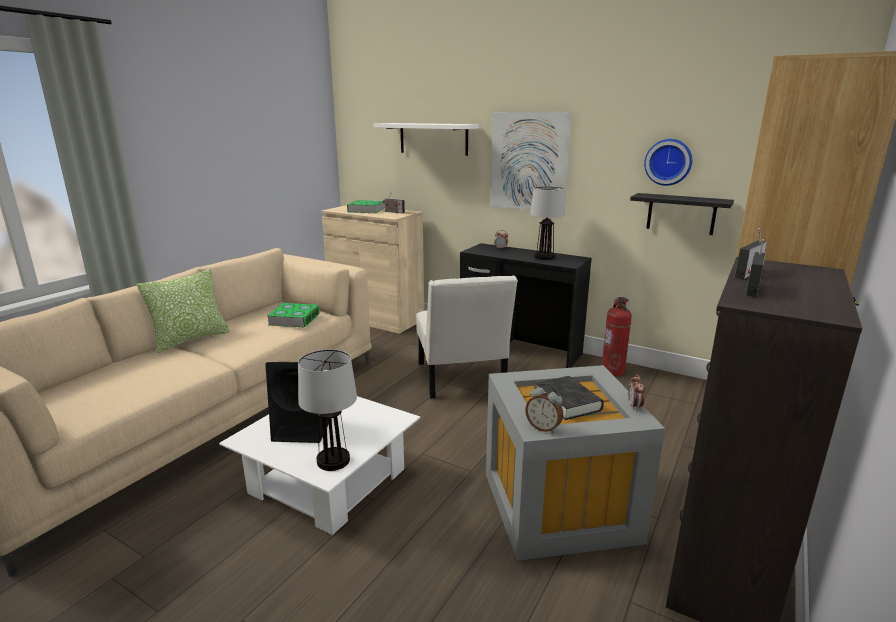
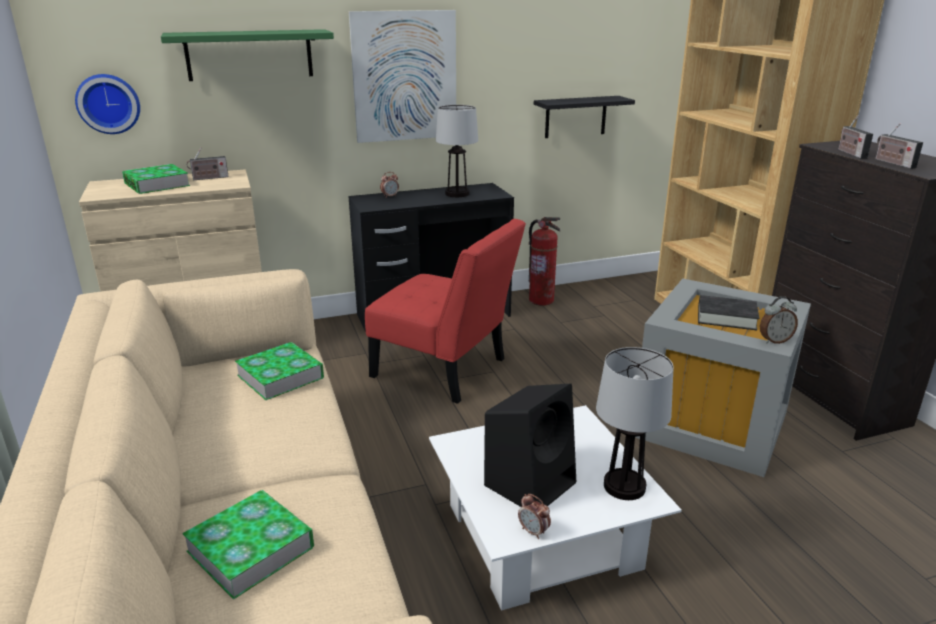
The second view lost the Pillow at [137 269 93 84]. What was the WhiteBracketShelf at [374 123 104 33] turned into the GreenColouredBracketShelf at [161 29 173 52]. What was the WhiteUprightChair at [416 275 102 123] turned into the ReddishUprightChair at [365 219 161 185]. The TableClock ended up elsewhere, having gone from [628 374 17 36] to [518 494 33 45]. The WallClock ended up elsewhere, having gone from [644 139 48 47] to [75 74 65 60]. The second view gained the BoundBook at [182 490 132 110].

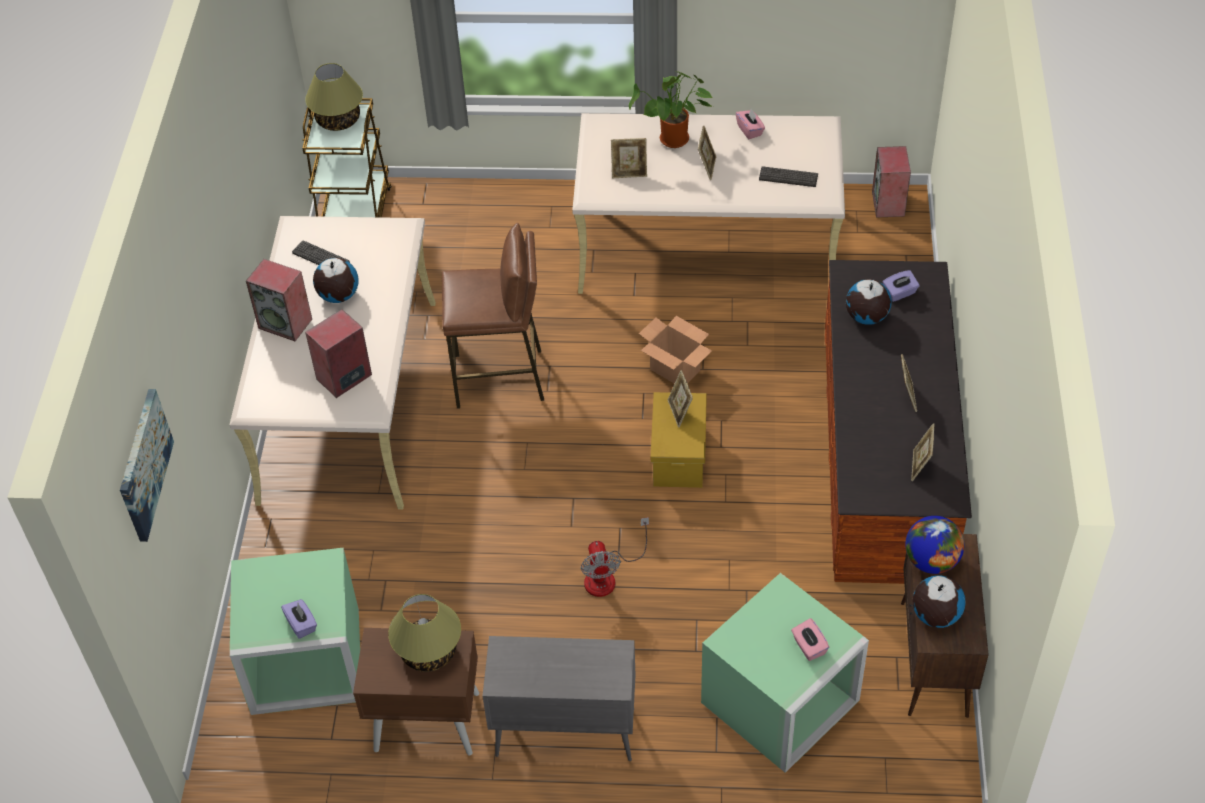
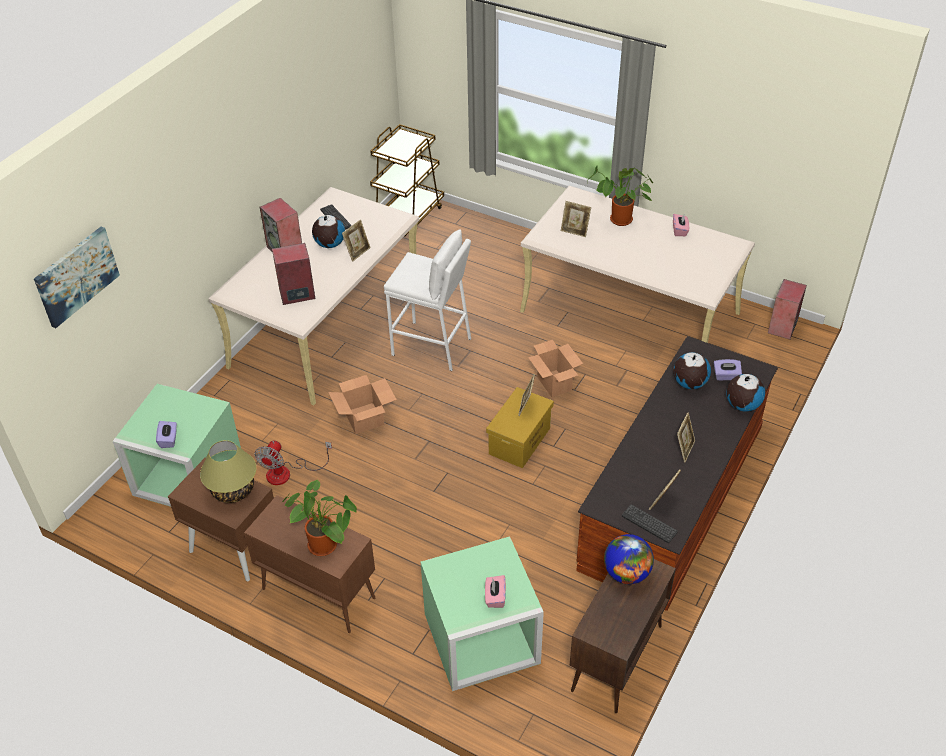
The second view lost the LampForATable at [305 63 58 68]. What was the BrownStool at [442 223 102 186] turned into the WhiteStool at [384 229 87 142]. What was the GreyishCabinet at [482 636 154 125] turned into the BrownCabinet at [244 495 131 138]. The CoolingFan ended up elsewhere, having gone from [581 517 68 80] to [255 440 77 45]. The PhotoFrame ended up elsewhere, having gone from [698 126 18 54] to [342 220 29 42]. The Keyboard ended up elsewhere, having gone from [759 166 59 21] to [622 504 56 39]. The DeskGlobe ended up elsewhere, having gone from [913 575 53 53] to [726 374 39 38]. The second view gained the PlantInAPot at [282 479 75 77]. The second view gained the Carton at [328 375 69 59].

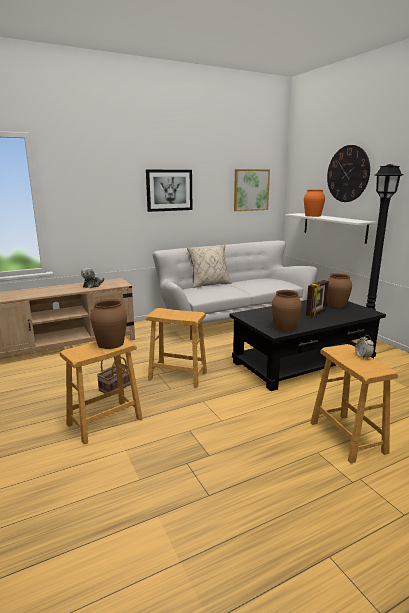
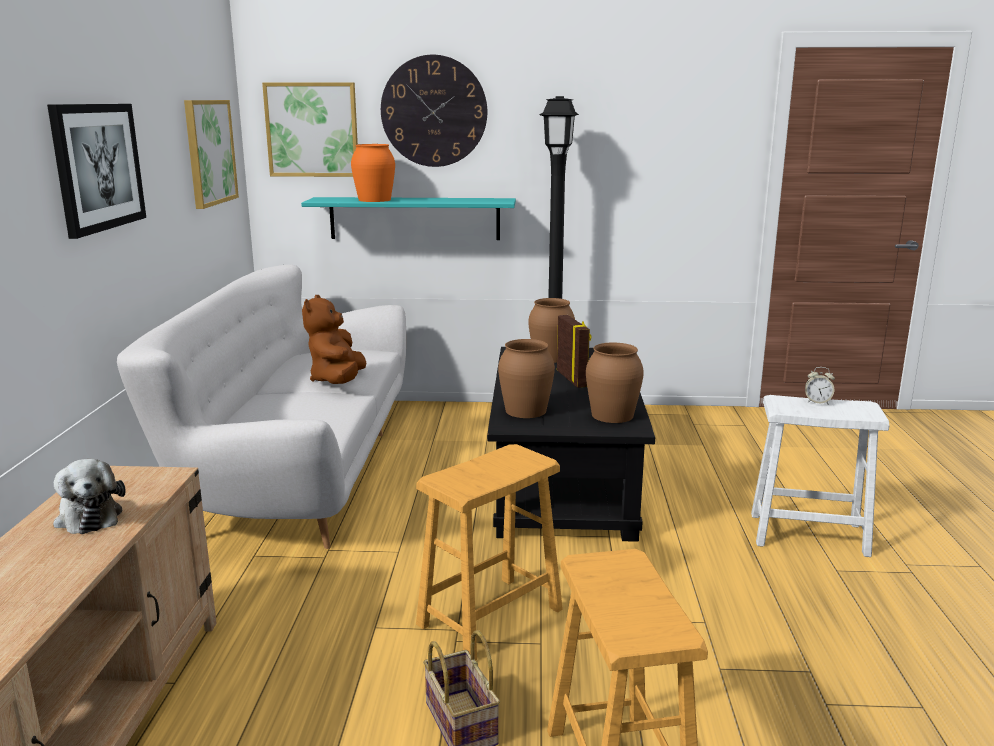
The BrownDecorativeVase ended up elsewhere, having gone from [90 299 37 50] to [498 339 57 79]. The second view lost the BeigeColouredPillow at [187 244 45 44]. What was the WhiteBracketShelf at [285 213 91 31] turned into the TurquoiseColouredBracketShelf at [301 197 215 43]. What was the BrownStool at [310 344 88 120] turned into the WhiteStool at [751 395 138 162]. The second view gained the WallPicture at [262 82 96 95]. The second view gained the BrownCuddlyToy at [302 295 64 89].

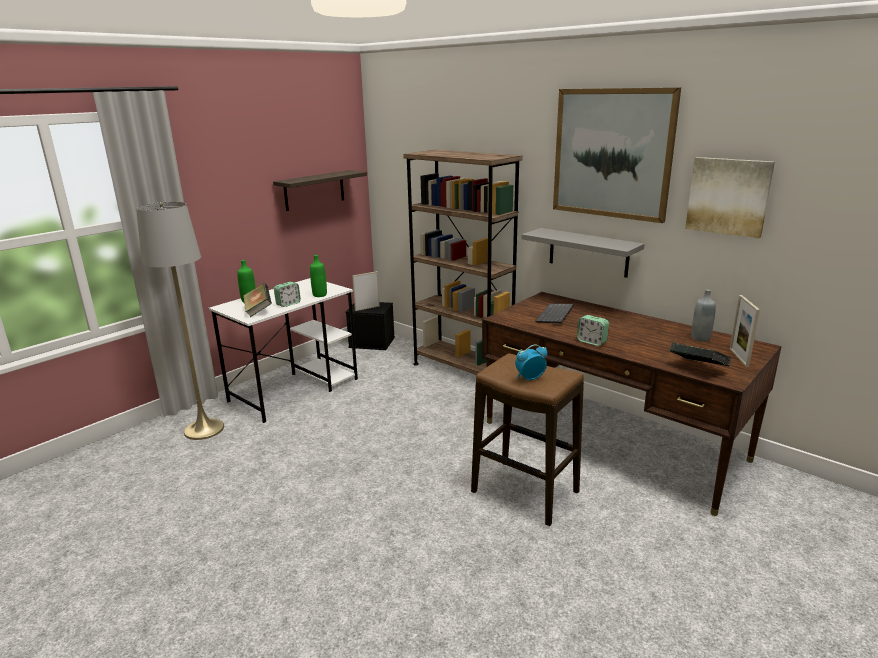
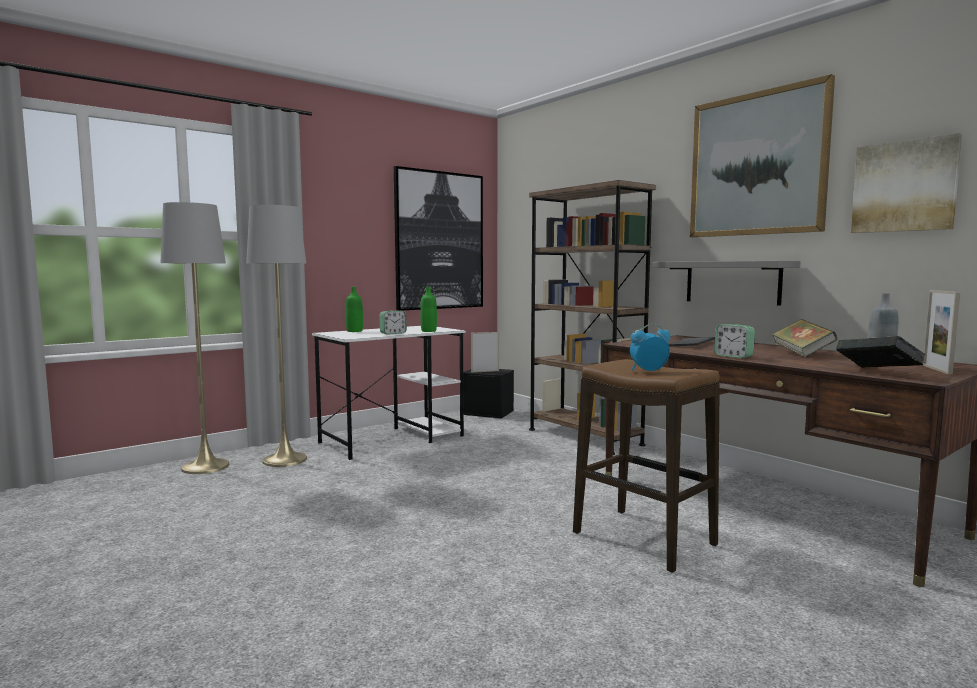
The BoundBook ended up elsewhere, having gone from [243 283 29 34] to [772 319 65 38]. Where the BracketShelf hung at [273 170 94 41], the WallPicture came to hang at [394 166 89 145]. The second view gained the GreyishStandingLamp at [160 202 69 272].

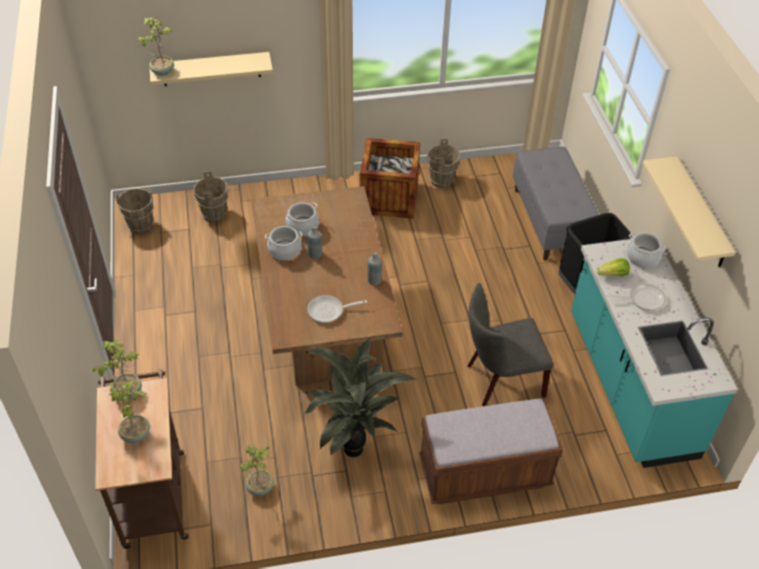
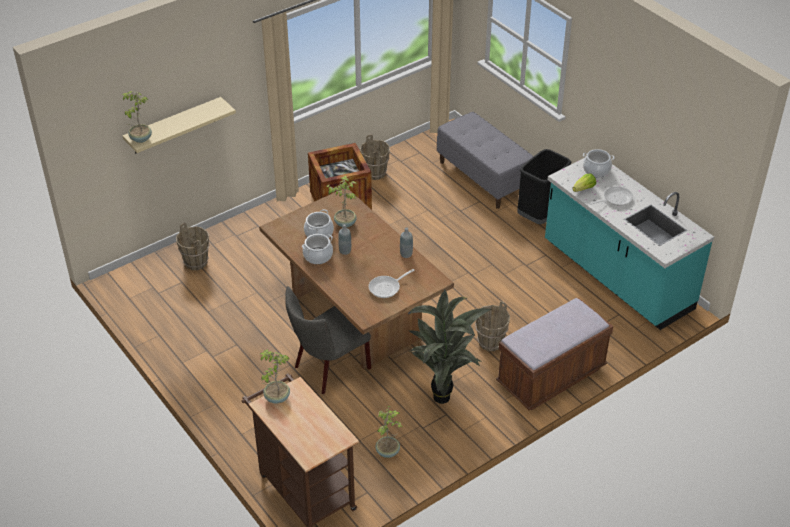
The PlantInAPot ended up elsewhere, having gone from [109 380 41 63] to [326 176 31 52]. The BrownWaterBucket ended up elsewhere, having gone from [116 188 38 46] to [475 301 35 50]. The GreyishUprightChair ended up elsewhere, having gone from [467 283 87 123] to [285 286 86 108]. The second view lost the BeigeColouredBracketShelf at [642 156 94 112].

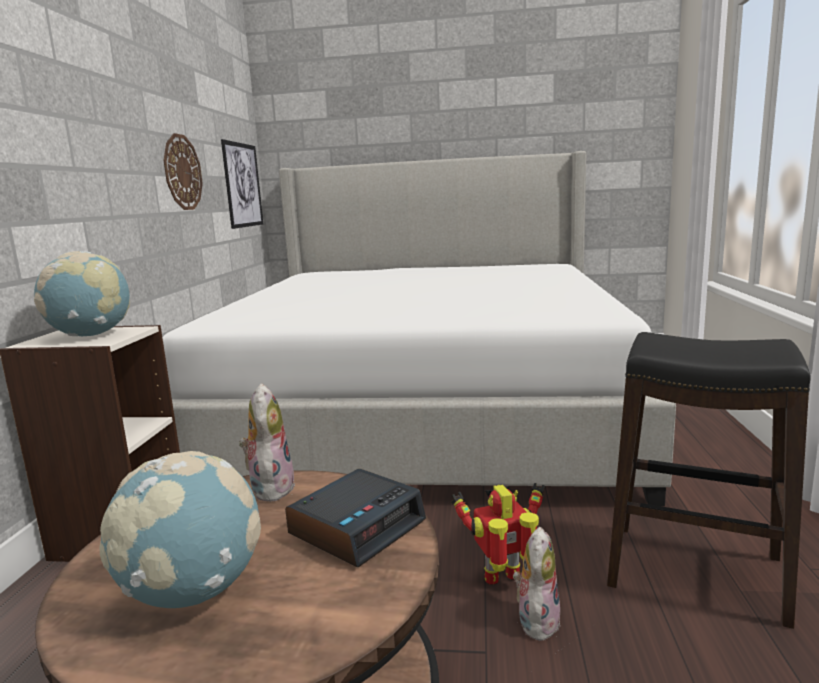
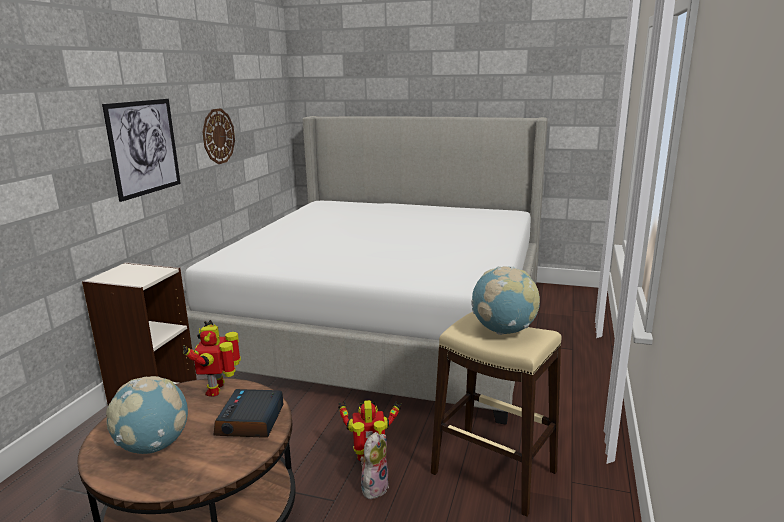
The DeskGlobe ended up elsewhere, having gone from [34 251 96 85] to [471 266 69 69]. The WallPicture ended up elsewhere, having gone from [221 139 42 90] to [102 99 79 103]. Where the CuddlyToy stood at [239 383 56 119], the ModelRobot came to stand at [183 320 58 77]. The TableClock at [285 469 141 98] ended up facing another way, 135 degrees clockwise from before. What was the BlackStool at [607 332 204 297] turned into the BeigeColouredStool at [431 312 131 205].

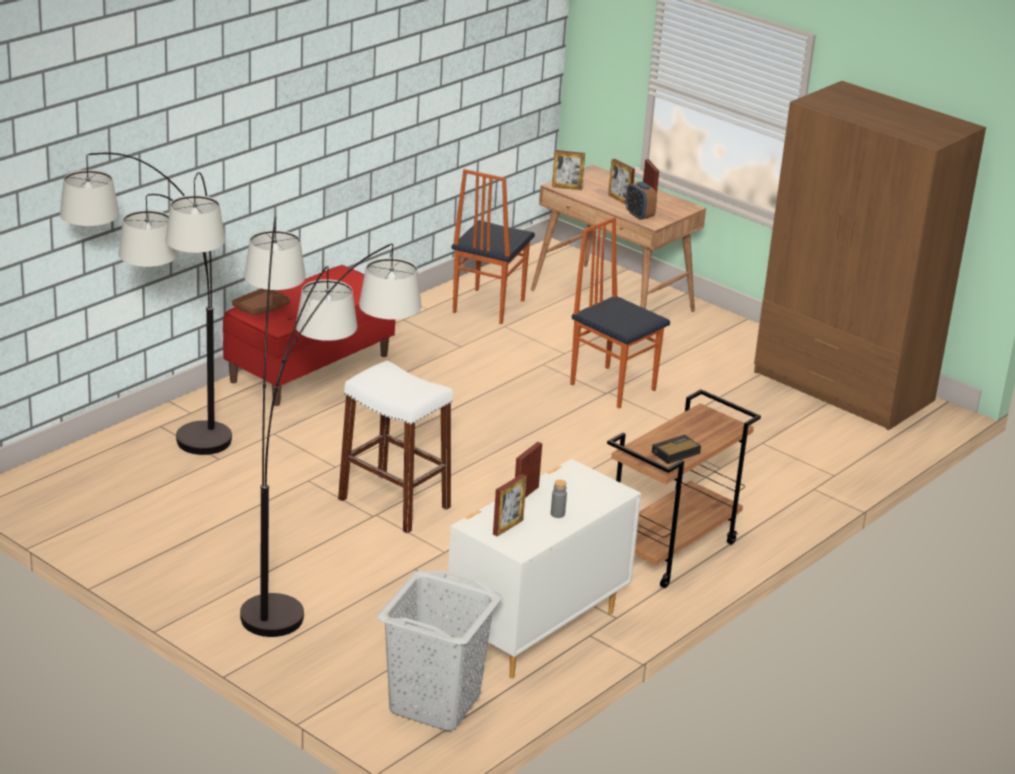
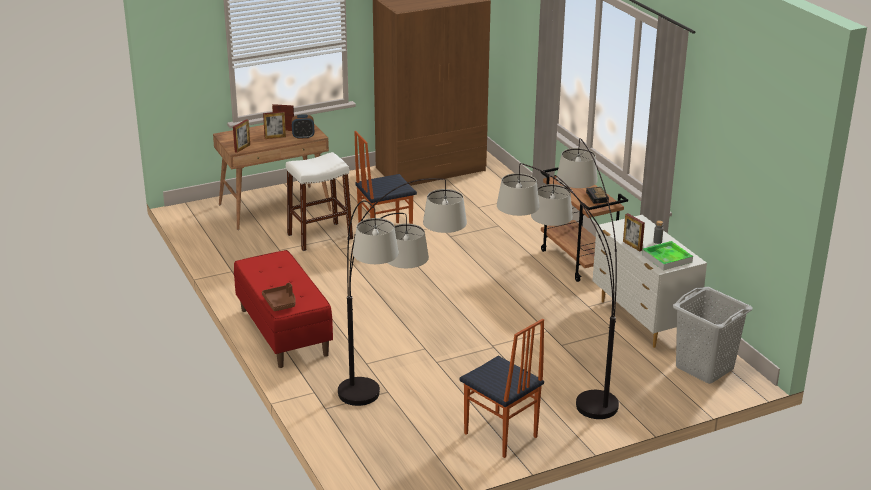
The WhiteStool ended up elsewhere, having gone from [338 360 115 174] to [286 152 67 99]. The UprightChair ended up elsewhere, having gone from [452 169 83 155] to [459 319 85 139]. Where the PhotoFrame stood at [493 474 34 62], the Tray came to stand at [642 241 51 30].

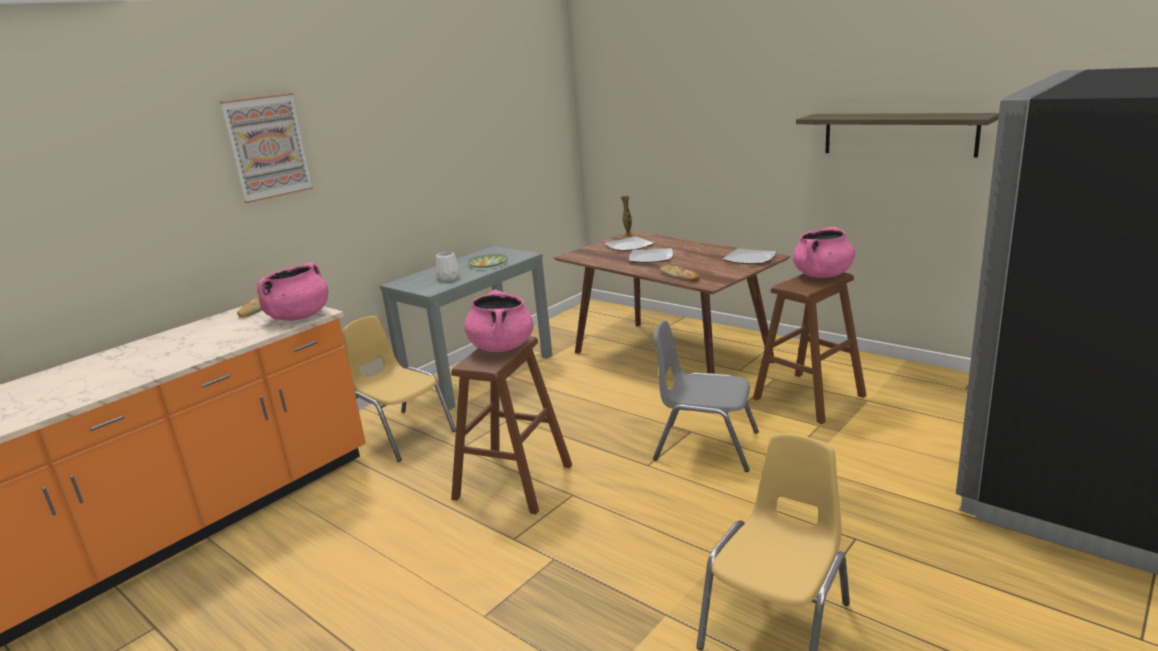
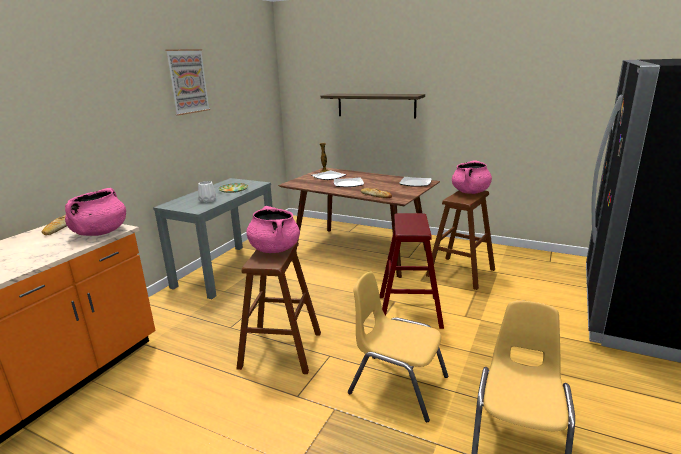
The WallPicture ended up elsewhere, having gone from [220 93 93 110] to [166 49 44 67]. The YellowColouredUprightChair ended up elsewhere, having gone from [342 316 114 146] to [348 271 100 151]. Where the GreyishUprightChair stood at [653 320 106 152], the ReddishStool came to stand at [380 213 64 116]. The BracketShelf ended up elsewhere, having gone from [796 113 203 45] to [321 94 104 24].

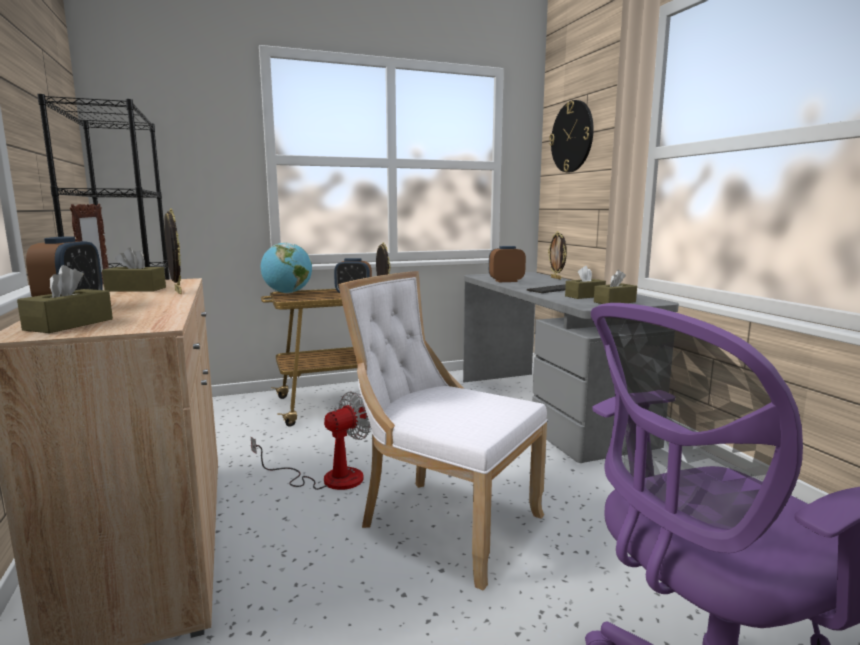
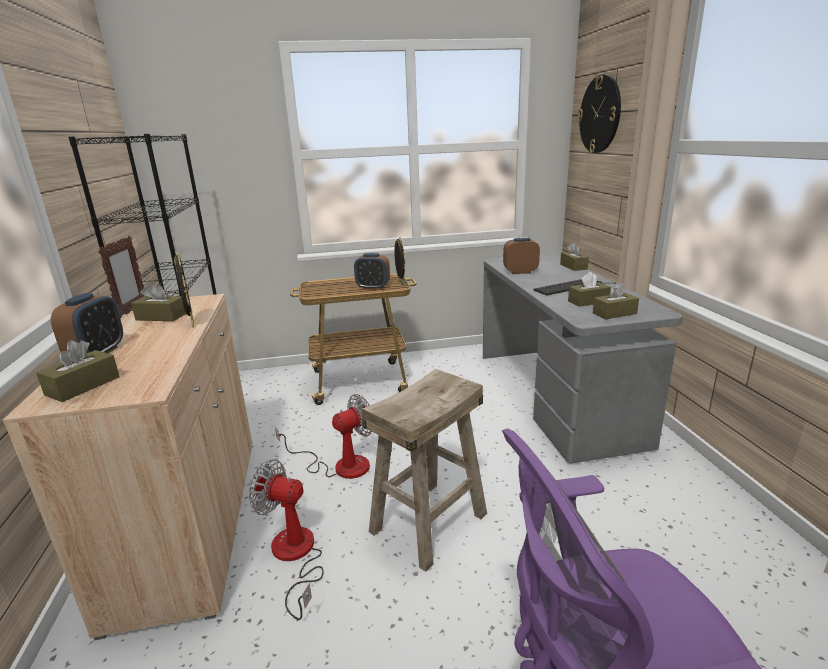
The second view lost the DeskGlobe at [261 243 51 51]. Where the WhiteUprightChair stood at [338 271 210 319], the BeigeColouredStool came to stand at [362 369 125 203]. Where the PhotoFrame stood at [548 231 19 49], the BrownTissueBox came to stand at [560 243 29 28]. The second view gained the CoolingFan at [249 459 75 161].

